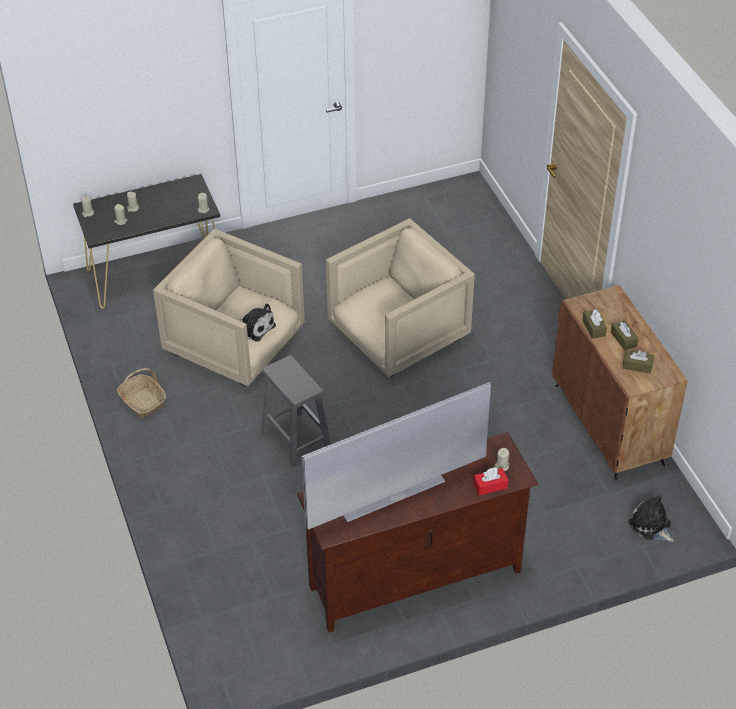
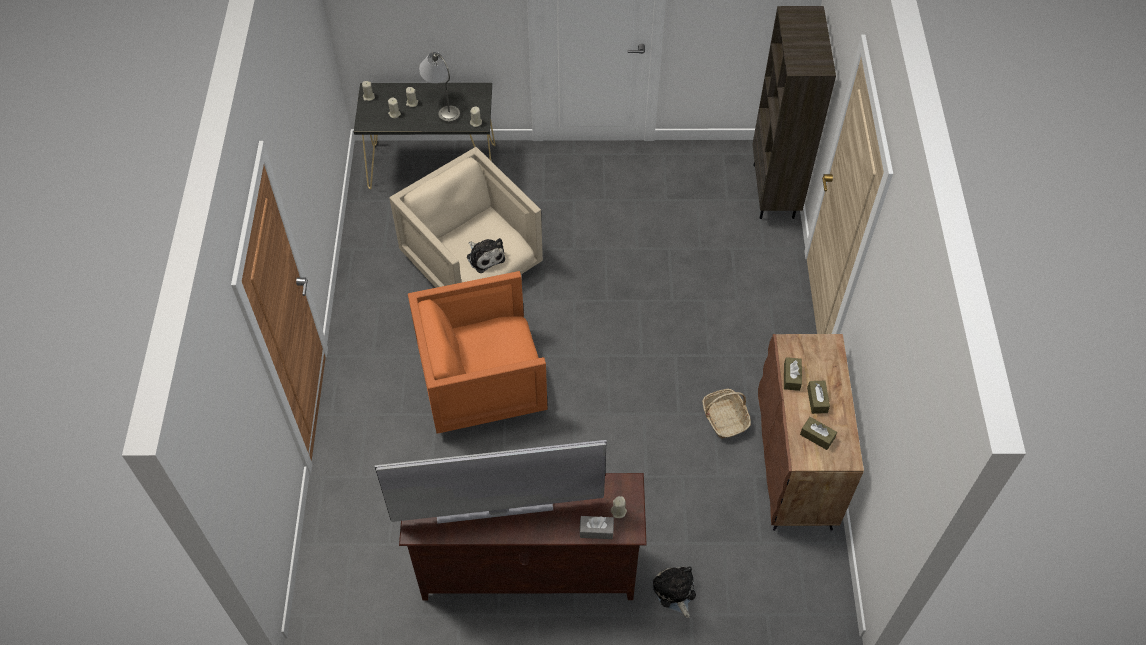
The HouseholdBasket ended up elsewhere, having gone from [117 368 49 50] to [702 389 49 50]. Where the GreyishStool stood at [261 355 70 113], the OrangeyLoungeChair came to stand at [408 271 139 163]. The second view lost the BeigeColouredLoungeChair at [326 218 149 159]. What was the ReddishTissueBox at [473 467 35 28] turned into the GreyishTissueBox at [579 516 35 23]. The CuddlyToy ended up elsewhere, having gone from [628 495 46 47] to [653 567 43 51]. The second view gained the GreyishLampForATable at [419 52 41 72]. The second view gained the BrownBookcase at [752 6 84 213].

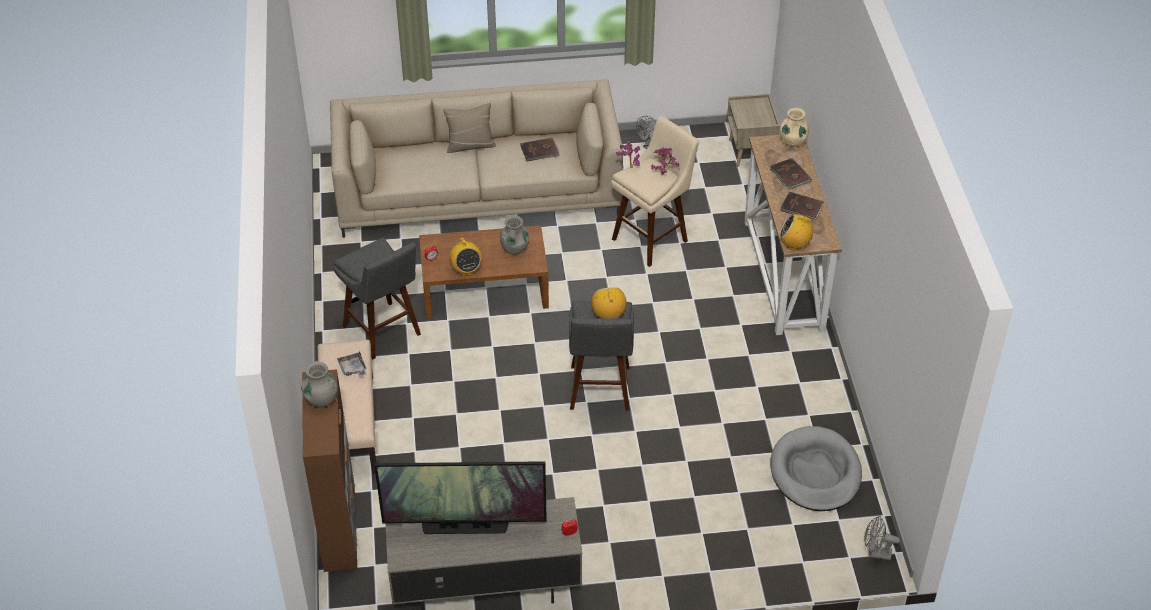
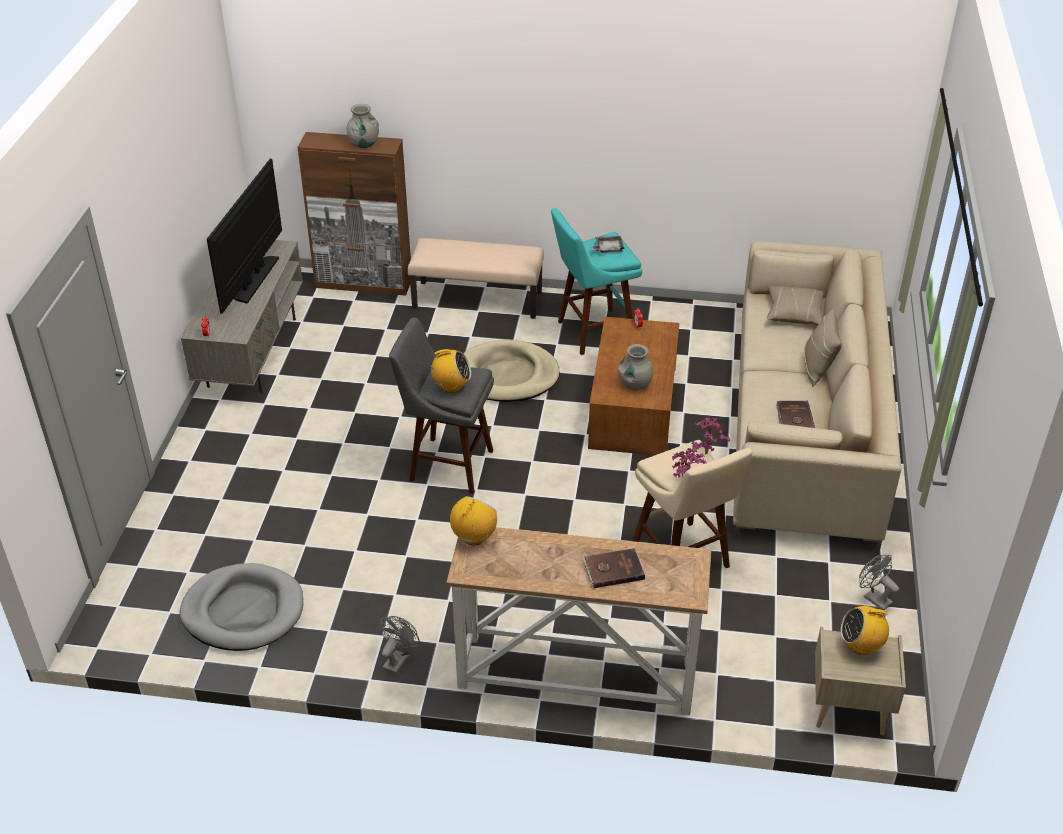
What was the GreyishStool at [334 238 87 121] turned into the TurquoiseColouredStool at [551 208 91 147]. The GreyishTray ended up elsewhere, having gone from [337 351 30 26] to [591 236 34 17]. The RadioSet ended up elsewhere, having gone from [449 237 33 39] to [840 605 49 50]. The second view lost the BeigeColouredDecorativeVase at [780 108 29 39]. The second view lost the BrownBoundBook at [780 192 44 29]. The GreyishCoolingFan ended up elsewhere, having gone from [864 516 36 44] to [379 616 41 59]. The second view gained the BeigeColouredDogBed at [463 340 97 62]. The second view gained the BeigeColouredPillow at [767 286 56 39].

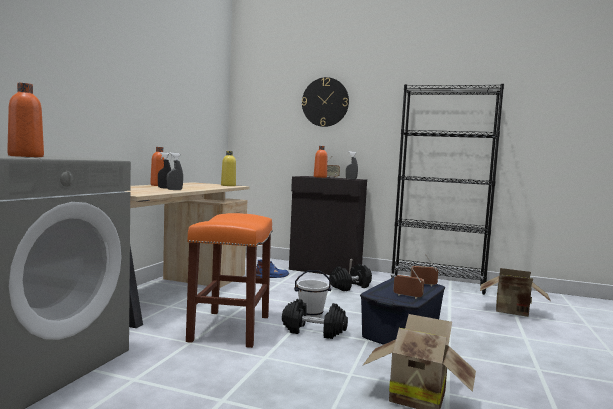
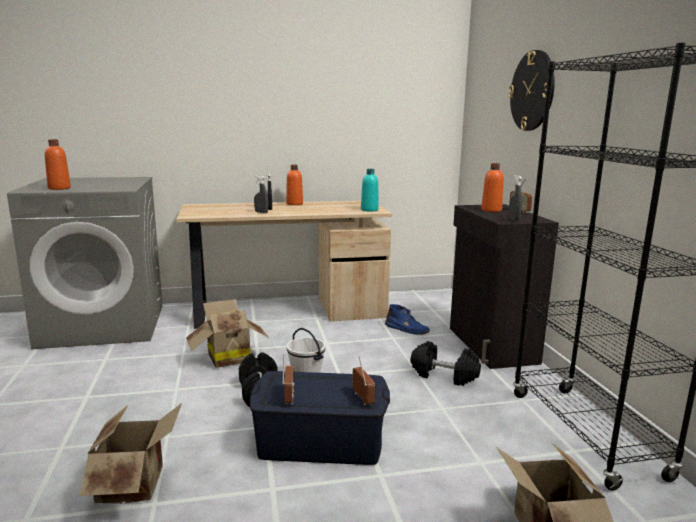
Where the OrangeyStool stood at [186 213 87 135], the Carton came to stand at [186 299 83 69]. What was the YellowColouredBeverageBottle at [221 151 15 35] turned into the TurquoiseColouredBeverageBottle at [361 169 17 43].

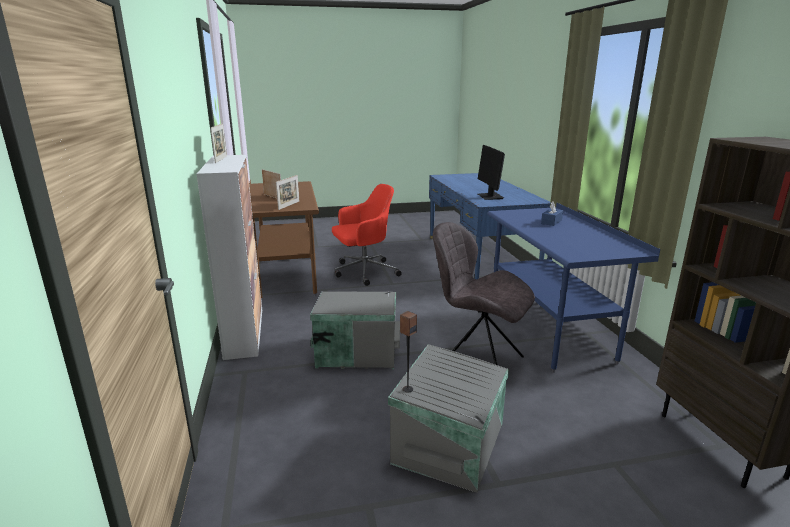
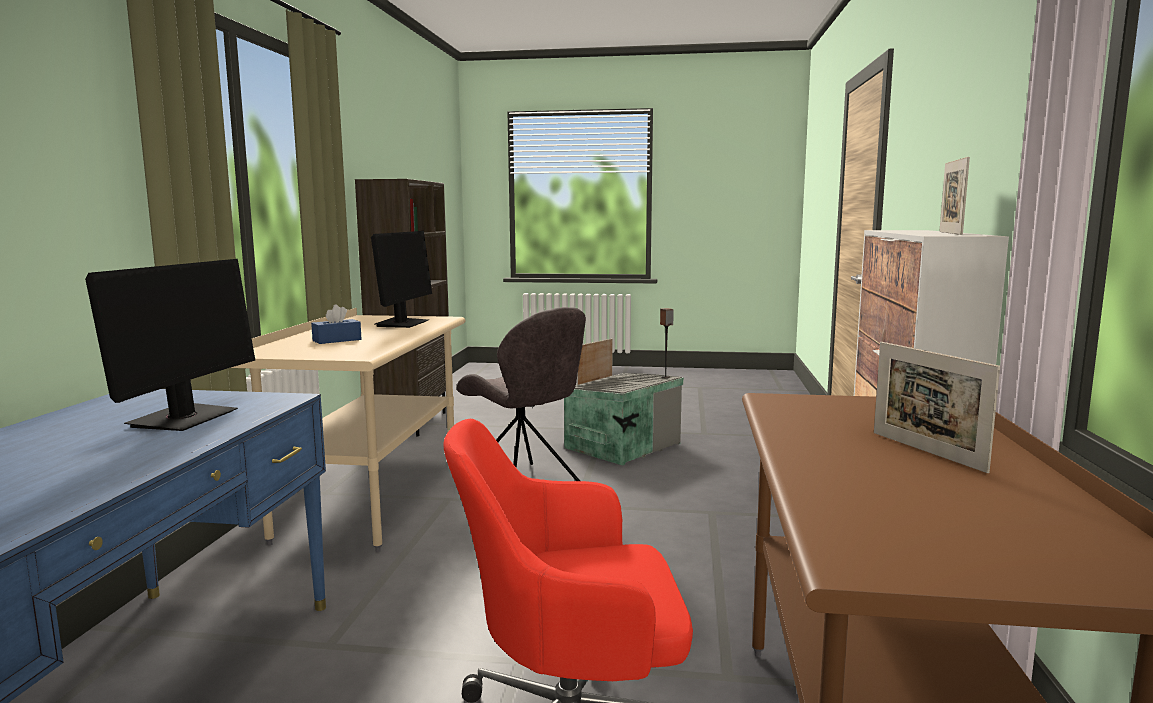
The PhotoFrame ended up elsewhere, having gone from [276 175 23 35] to [577 338 36 47]. The second view lost the GreyishStorageContainer at [310 291 90 78]. What was the BluishDesk at [487 203 173 170] turned into the BeigeColouredDesk at [231 308 235 244]. The second view gained the ComputerDisplay at [371 231 61 97].

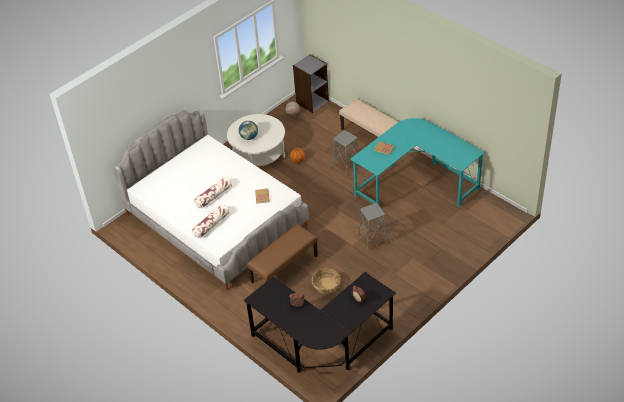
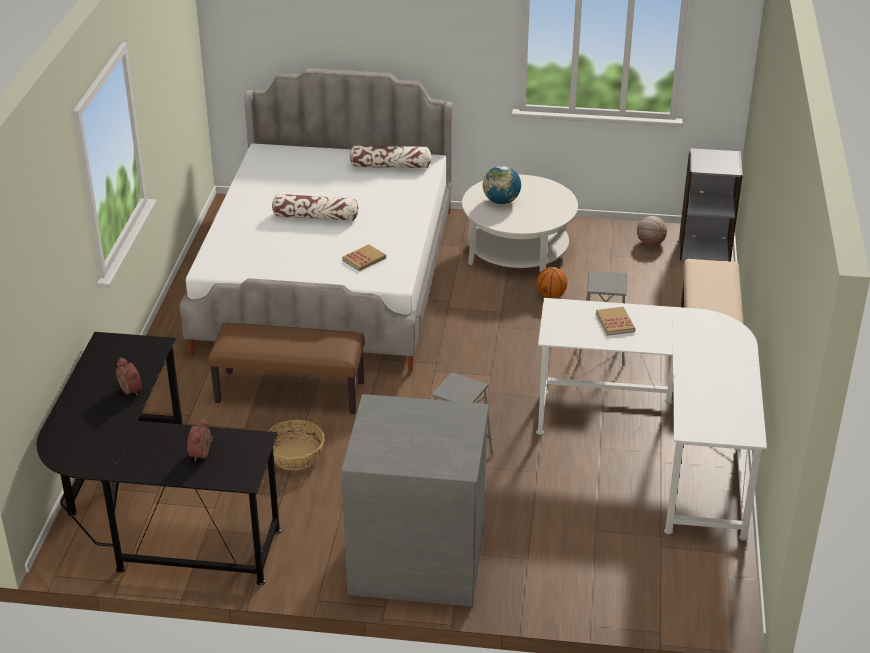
The Pillow ended up elsewhere, having gone from [192 204 37 34] to [349 145 83 23]. What was the TurquoiseColouredDesk at [350 118 135 89] turned into the WhiteDesk at [536 298 231 243]. The second view gained the GreyishChestOfDrawers at [341 394 148 213].

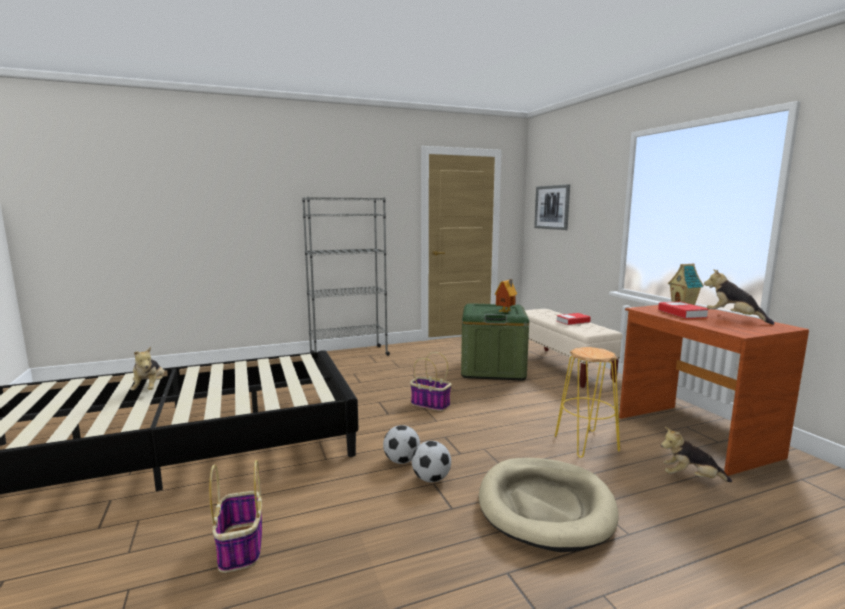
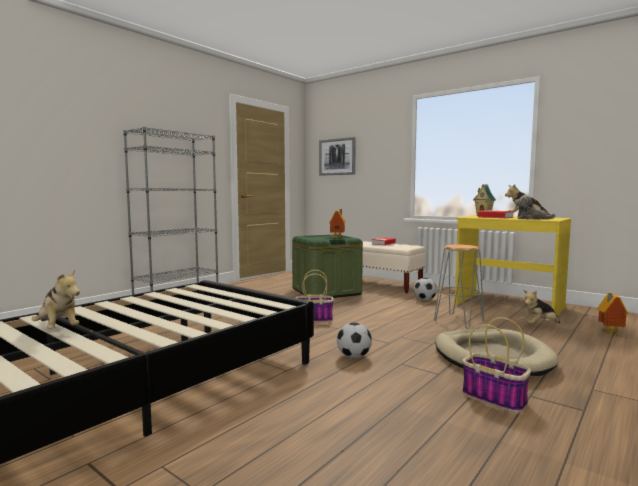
The HouseholdBasket ended up elsewhere, having gone from [209 460 53 113] to [462 317 69 96]. The Football ended up elsewhere, having gone from [412 441 39 41] to [414 278 23 23]. What was the YellowColouredStool at [555 347 65 111] turned into the GreyishStool at [434 245 50 84]. What was the BrownDesk at [619 305 190 171] turned into the YellowColouredDesk at [455 215 116 101]. The second view gained the CuddlyToy at [516 195 40 24]. The second view gained the ModelHouse at [597 293 31 42].

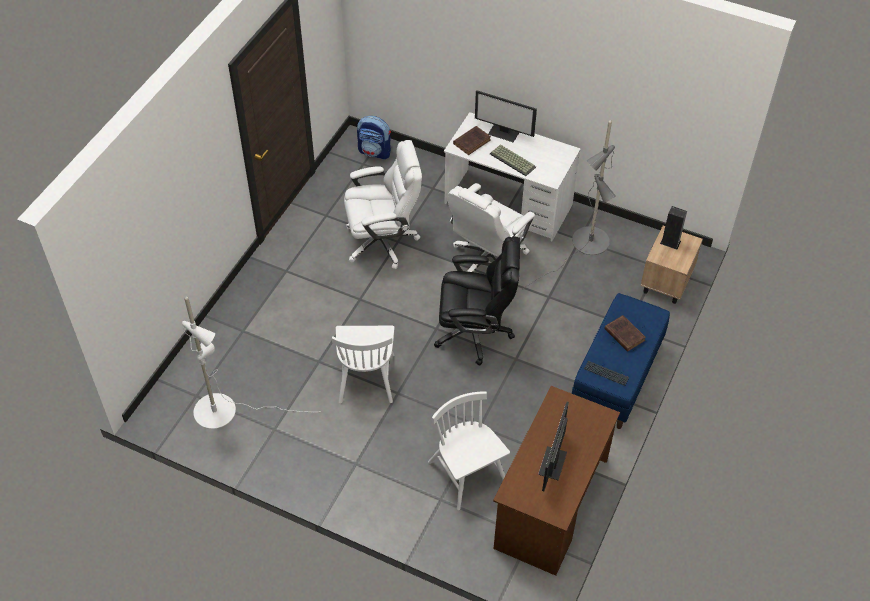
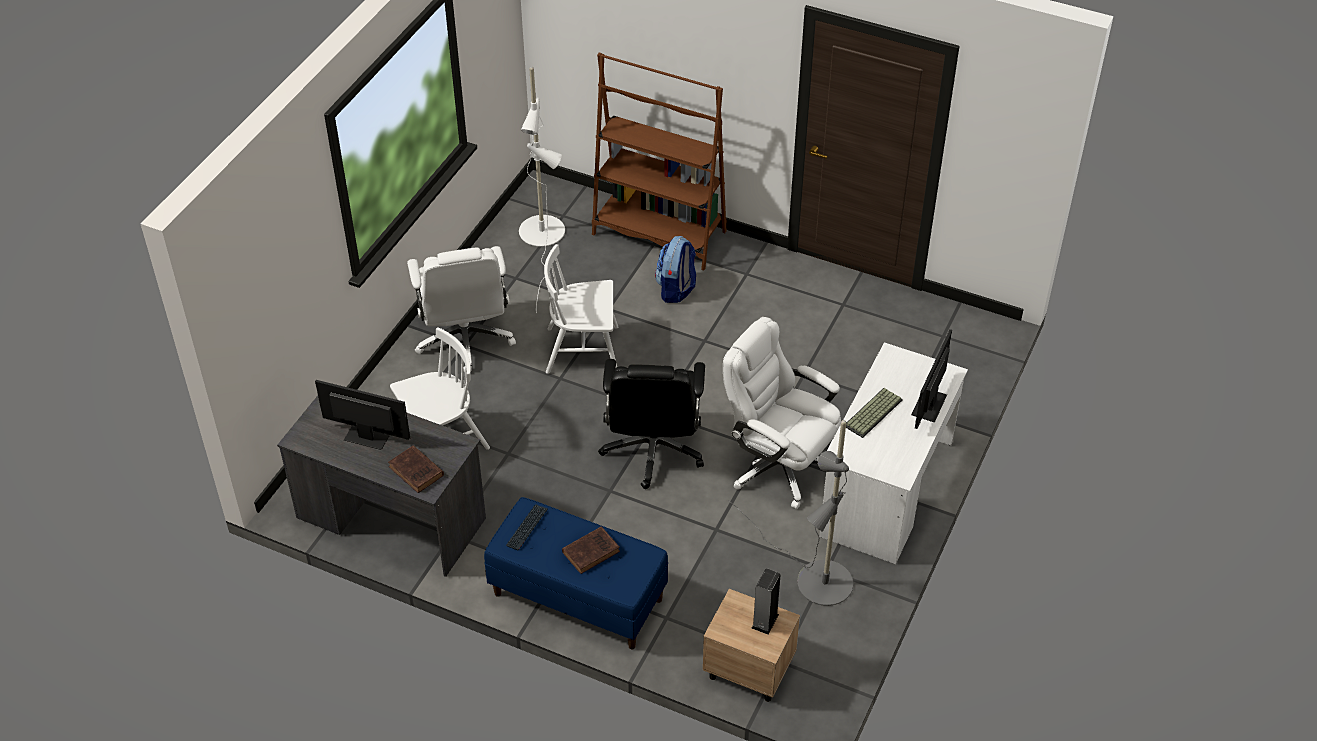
The WhiteDeskChair ended up elsewhere, having gone from [344 140 78 129] to [407 246 109 126]. The Knapsack ended up elsewhere, having gone from [357 116 34 44] to [655 236 41 67]. The BrownBoundBook ended up elsewhere, having gone from [453 126 38 29] to [388 446 56 47]. What was the BrownDesk at [493 386 127 190] turned into the GreyishDesk at [277 396 209 181]. The second view gained the BrownBookcase at [592 52 135 219].

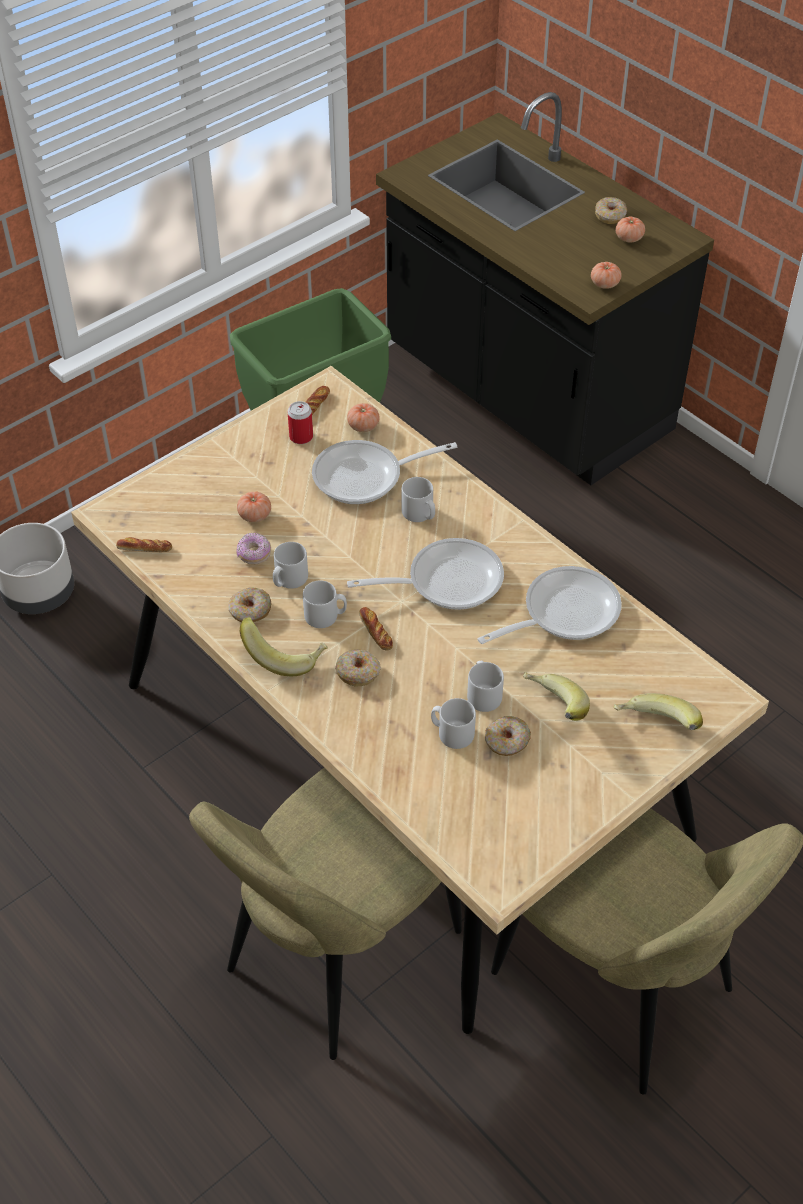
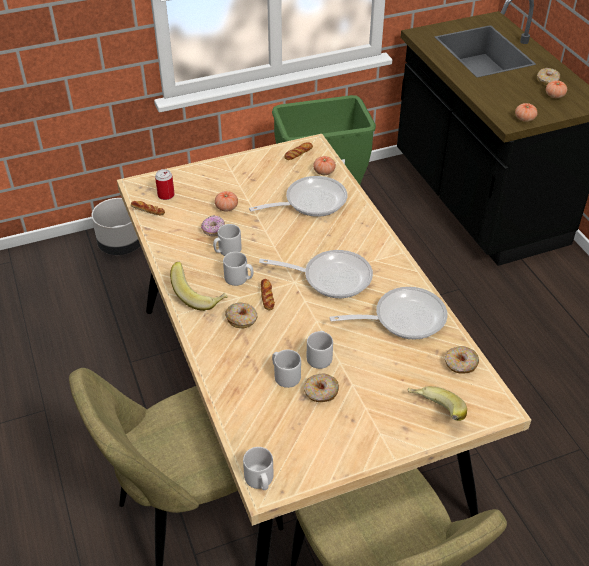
The RingDoughnut ended up elsewhere, having gone from [229 587 43 35] to [445 346 34 28]. The SealedCan ended up elsewhere, having gone from [288 401 25 43] to [155 169 20 31]. The Skillet at [312 440 145 64] ended up facing another way, 150 degrees clockwise from before. The GreyishMug ended up elsewhere, having gone from [401 477 34 45] to [243 447 31 43]. The second view lost the BananaFruit at [523 672 67 49].

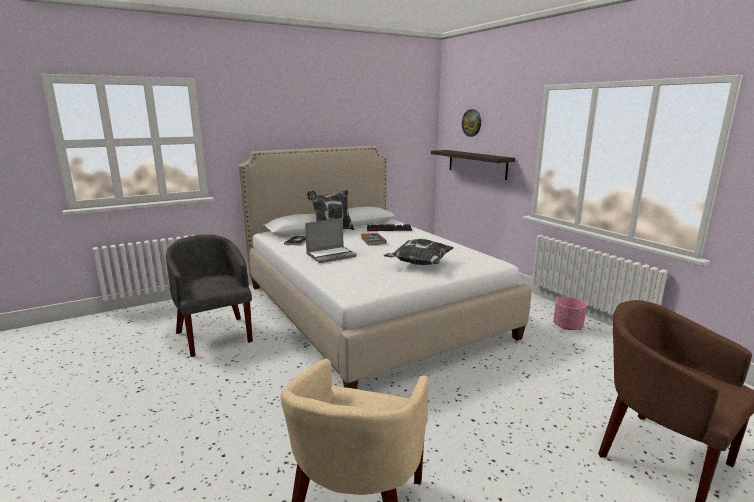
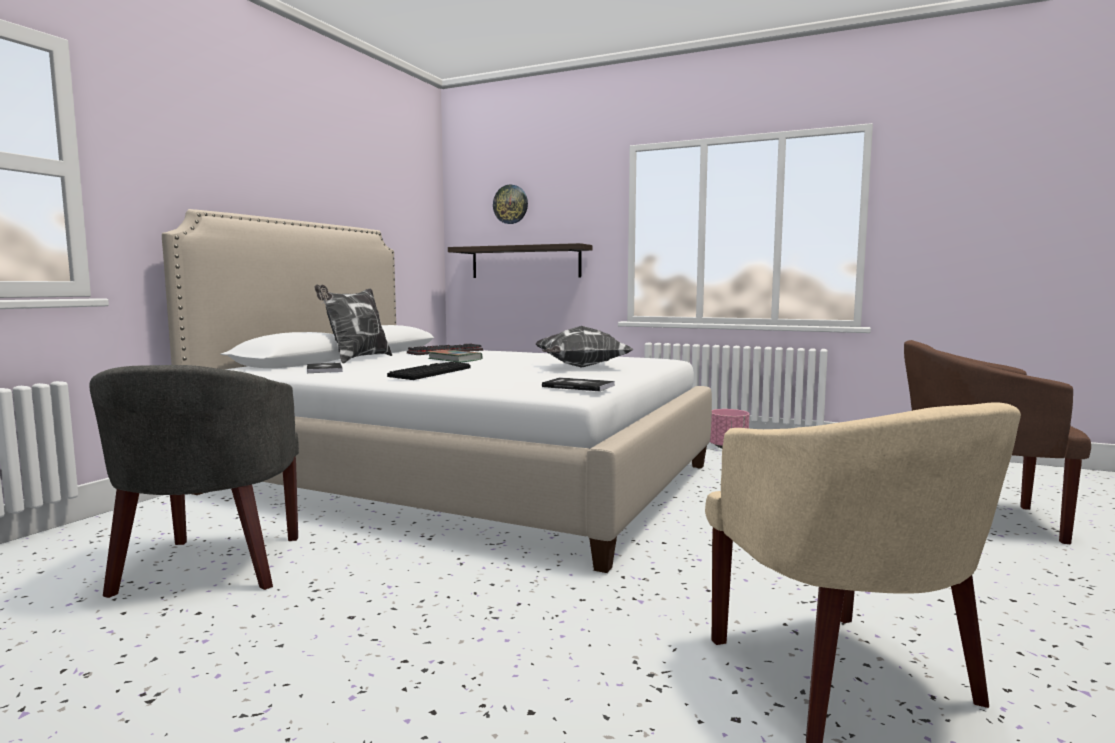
The GreyishLoungeChair at [166 235 87 122] ended up facing another way, 120 degrees counterclockwise from before. Where the PortableComputer stood at [305 218 52 45], the Keyboard came to stand at [387 362 84 18]. The second view gained the BoundBook at [542 377 73 14].

